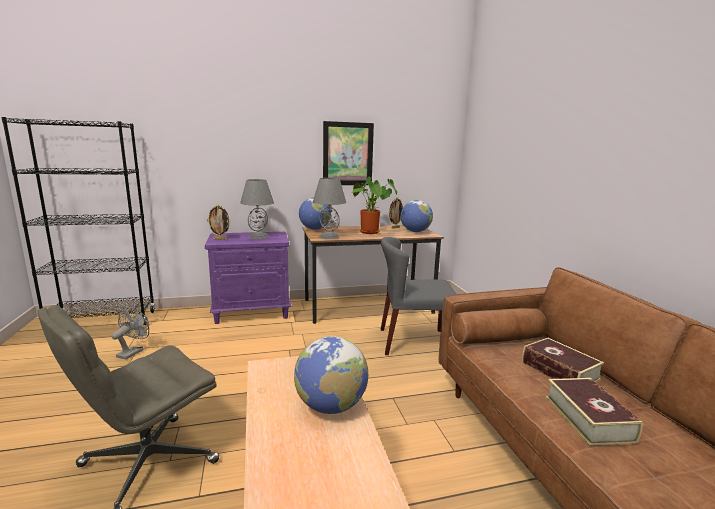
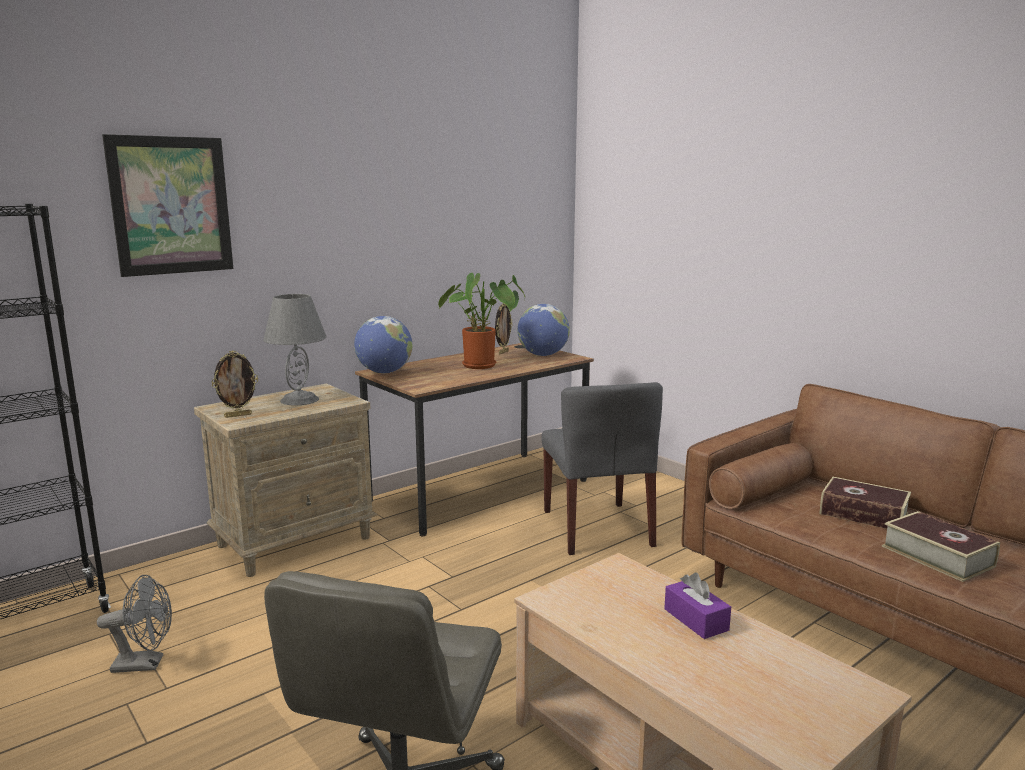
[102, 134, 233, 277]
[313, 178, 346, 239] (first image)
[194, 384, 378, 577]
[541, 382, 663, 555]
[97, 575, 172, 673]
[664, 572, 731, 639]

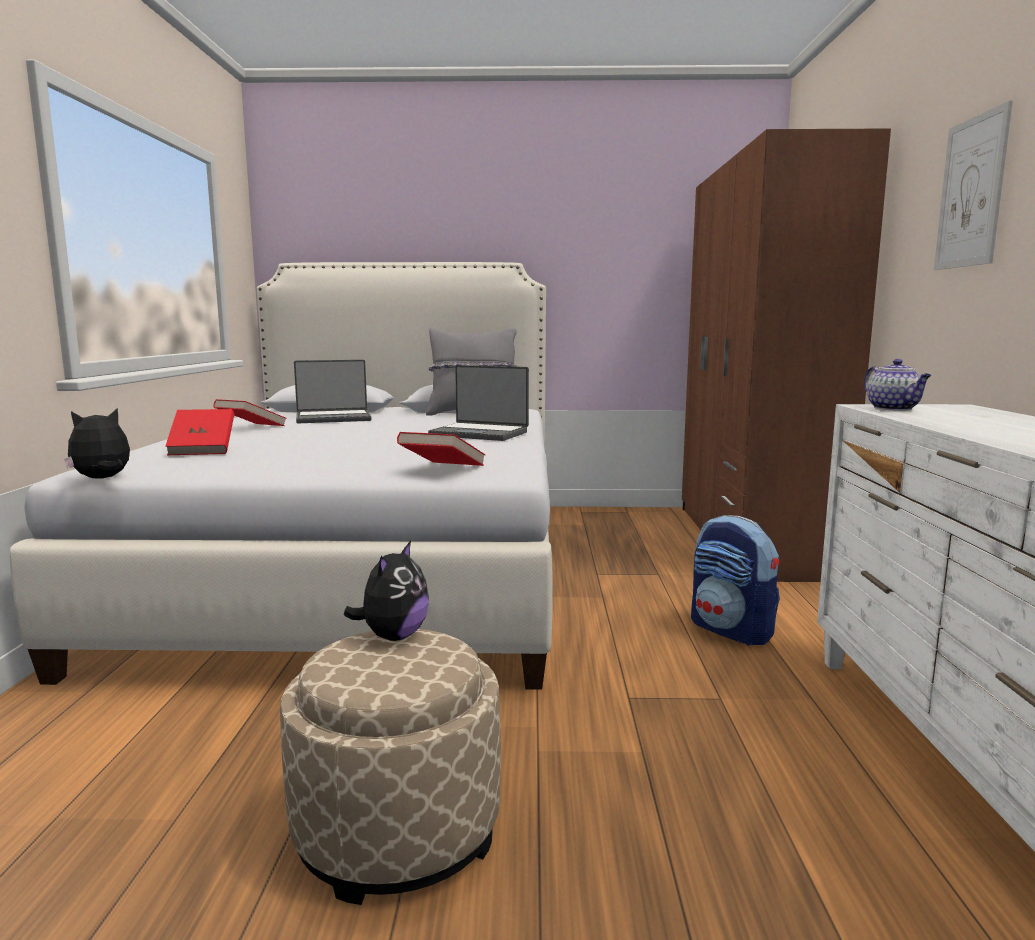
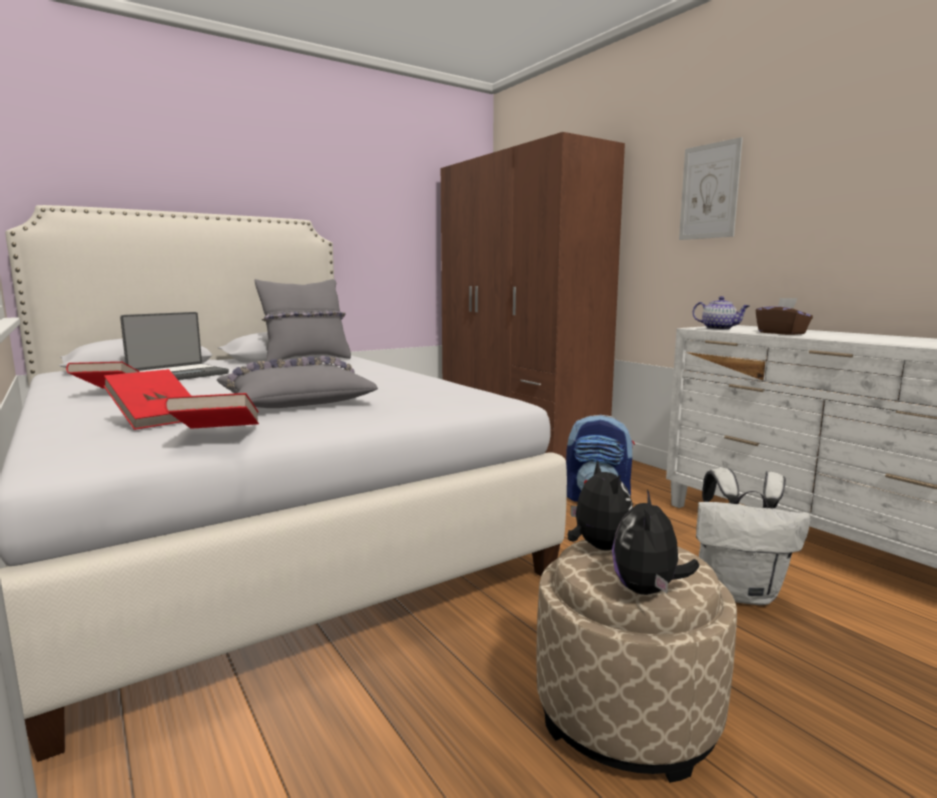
[428, 365, 529, 441] (first image)
[612, 489, 699, 595]
[164, 393, 259, 429]
[756, 298, 813, 335]
[217, 356, 378, 408]
[696, 468, 811, 605]

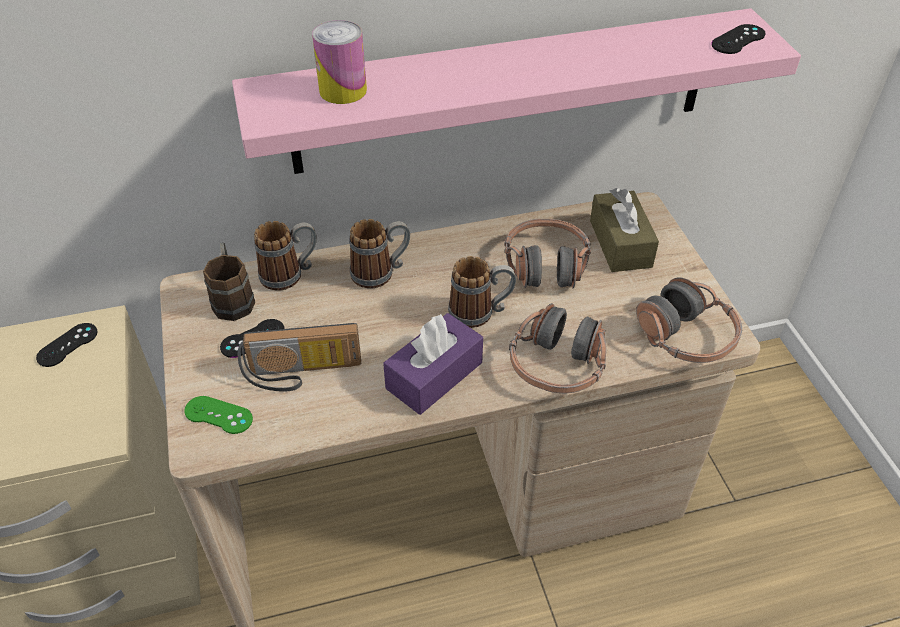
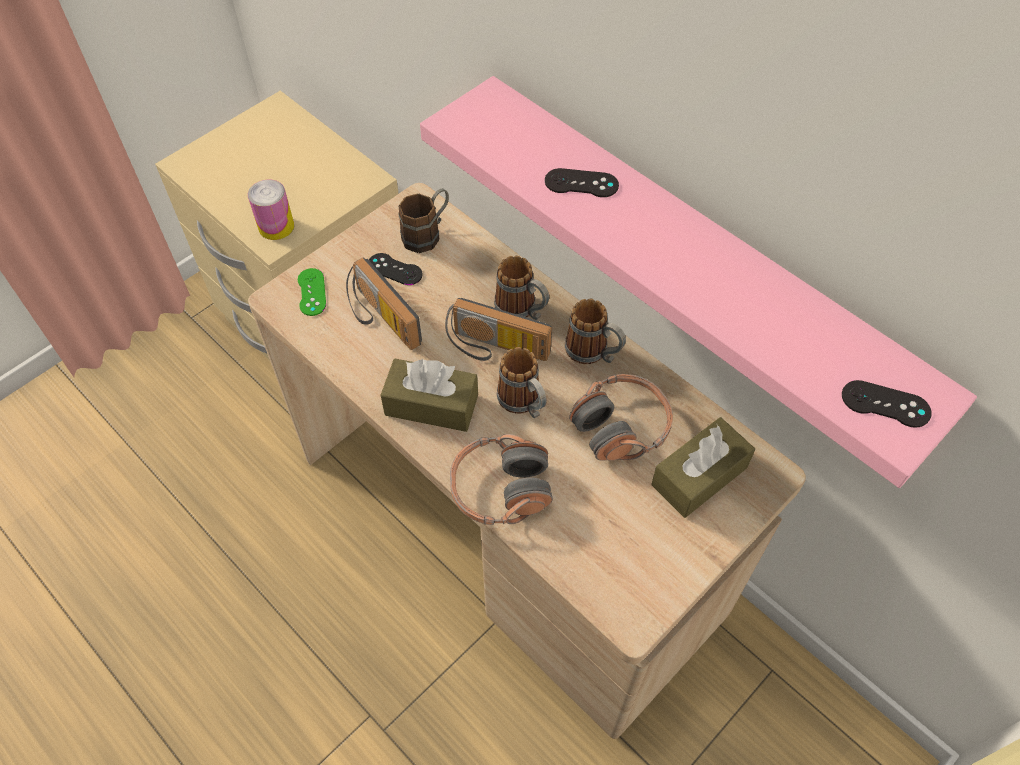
[248, 180, 294, 240]
[565, 298, 626, 364]
[636, 277, 742, 363] (first image)
[381, 359, 478, 432]
[545, 168, 619, 197]
[445, 298, 552, 361]

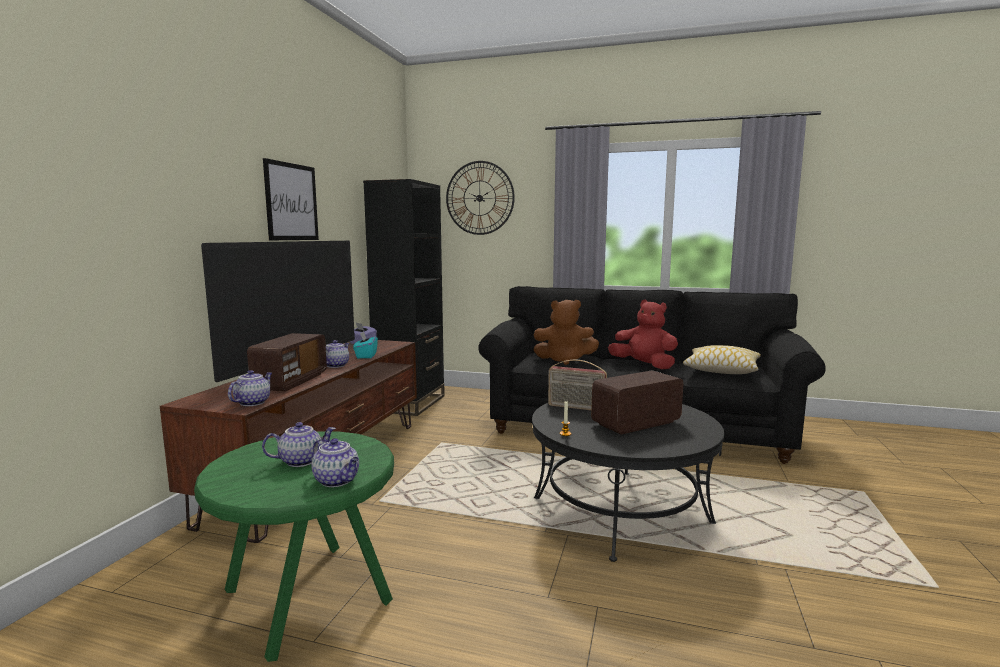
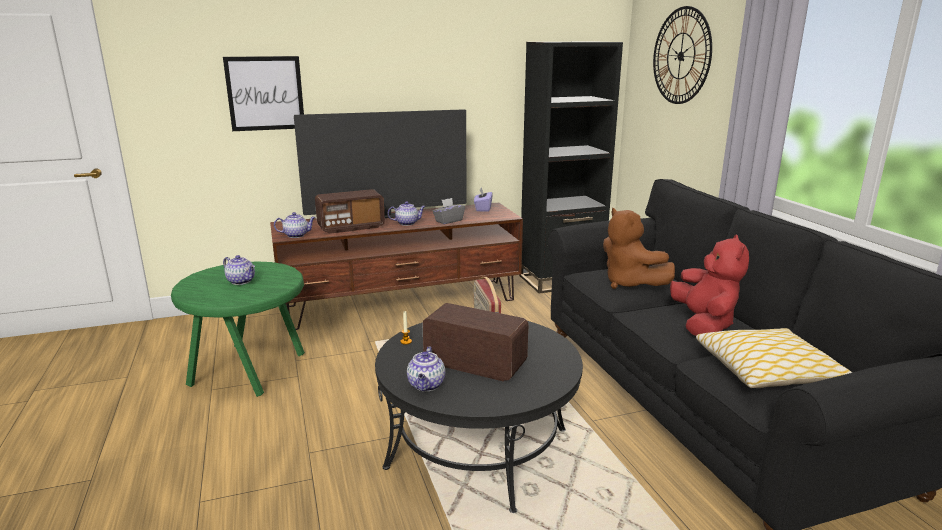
[223, 56, 304, 131]
[433, 198, 465, 224]
[407, 347, 446, 391]

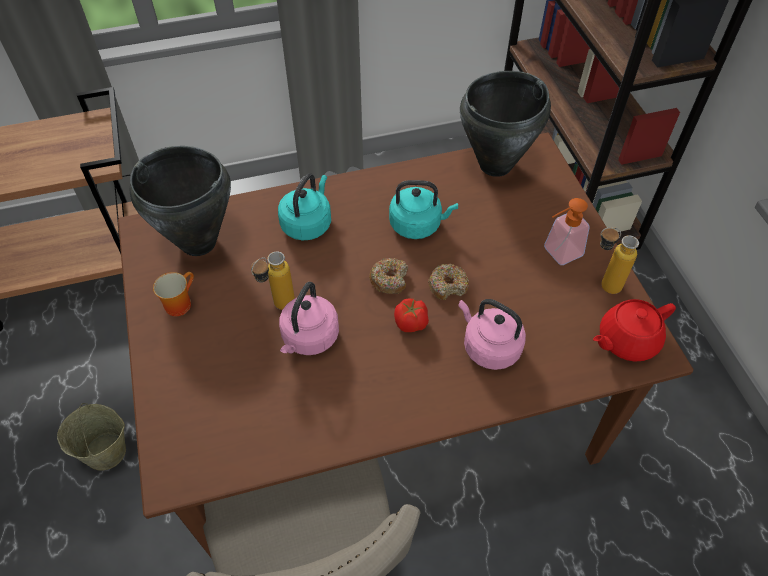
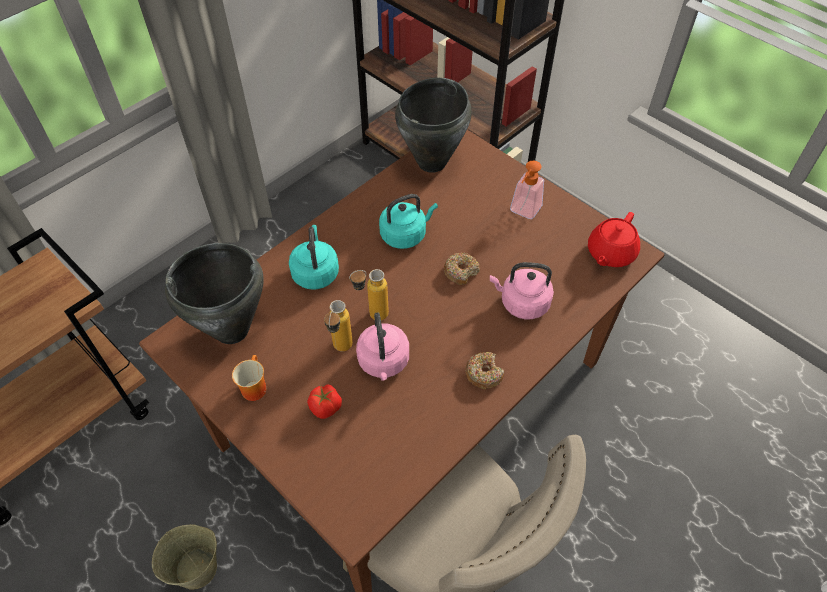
[349, 269, 389, 321]
[465, 352, 504, 389]
[307, 384, 342, 419]

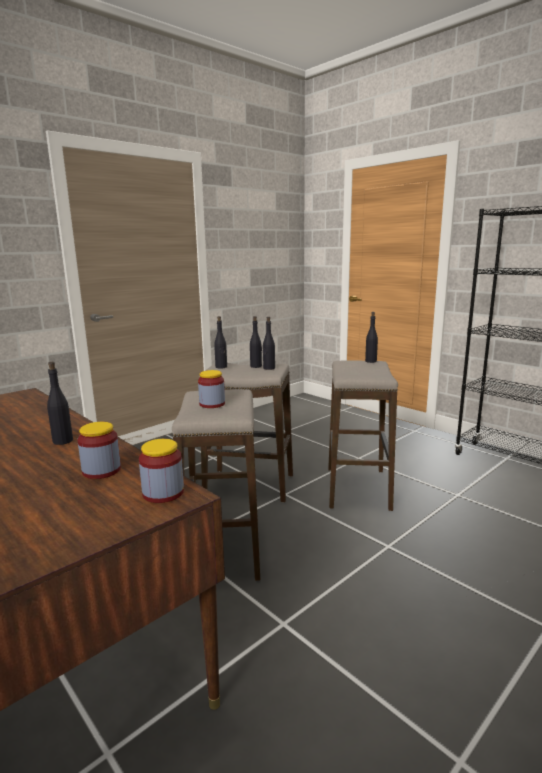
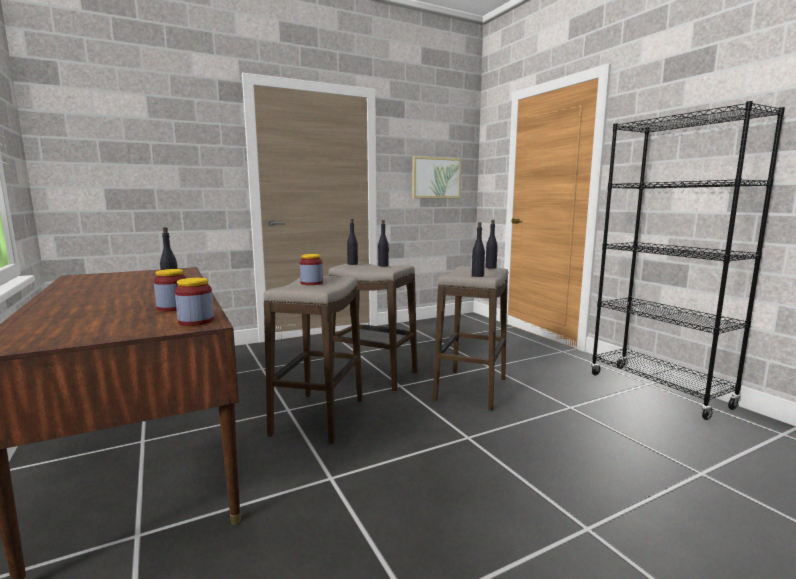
[472, 222, 485, 277]
[412, 156, 461, 198]

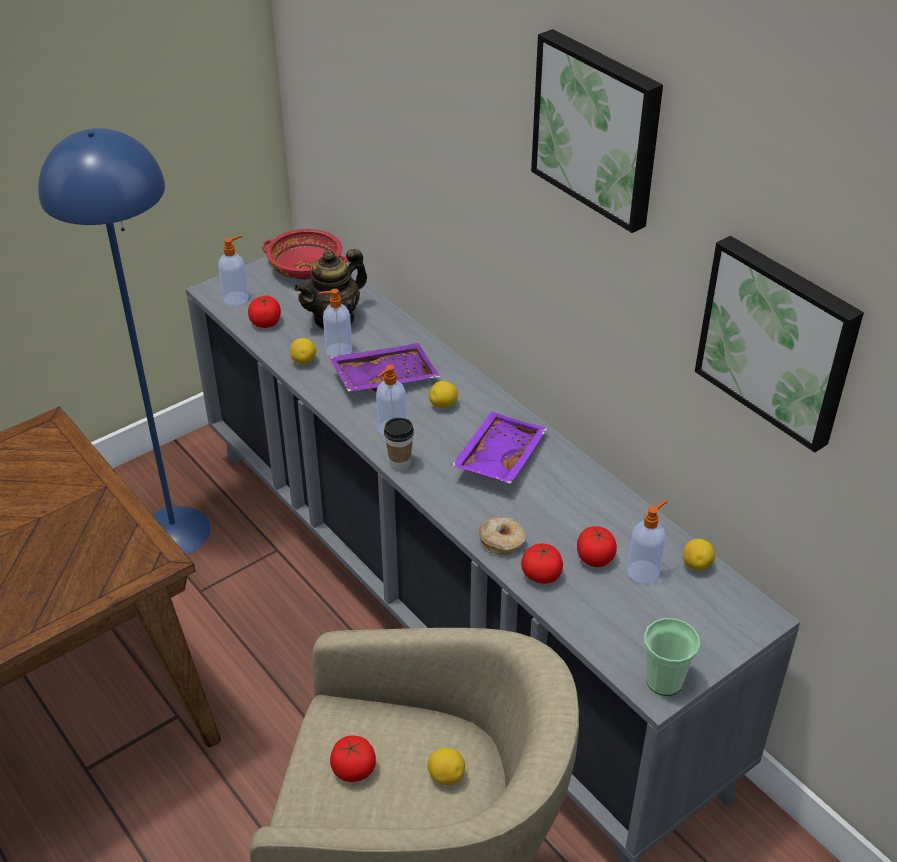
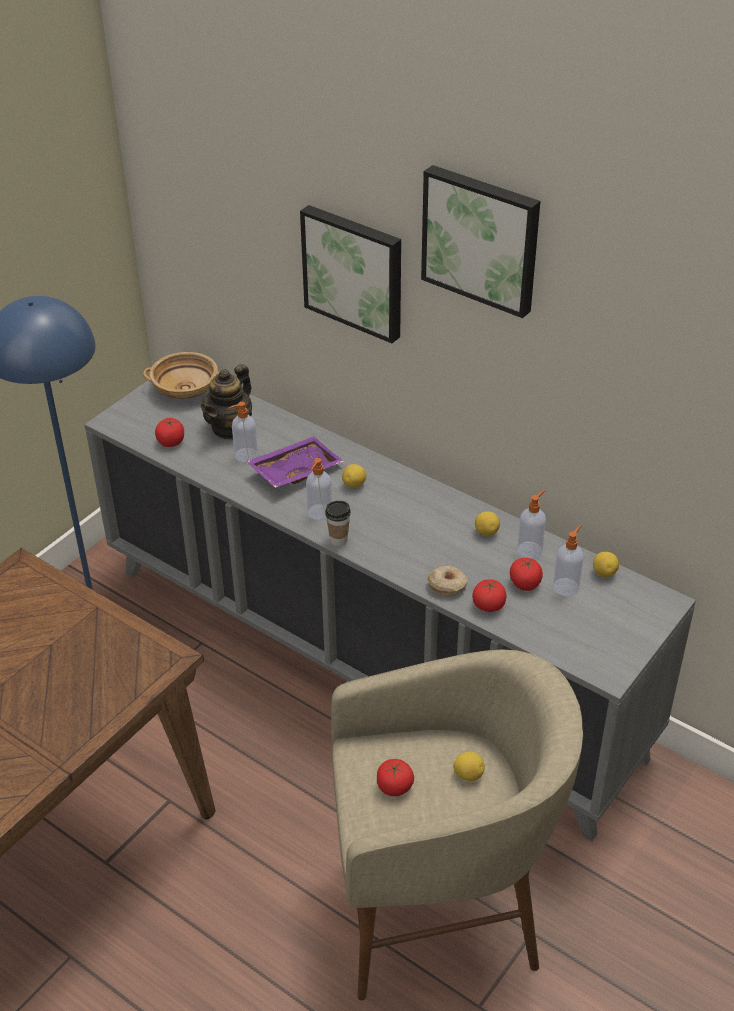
[143, 352, 219, 399]
[517, 490, 546, 559]
[300, 205, 401, 343]
[475, 511, 500, 536]
[452, 411, 547, 484] (first image)
[644, 618, 700, 696] (first image)

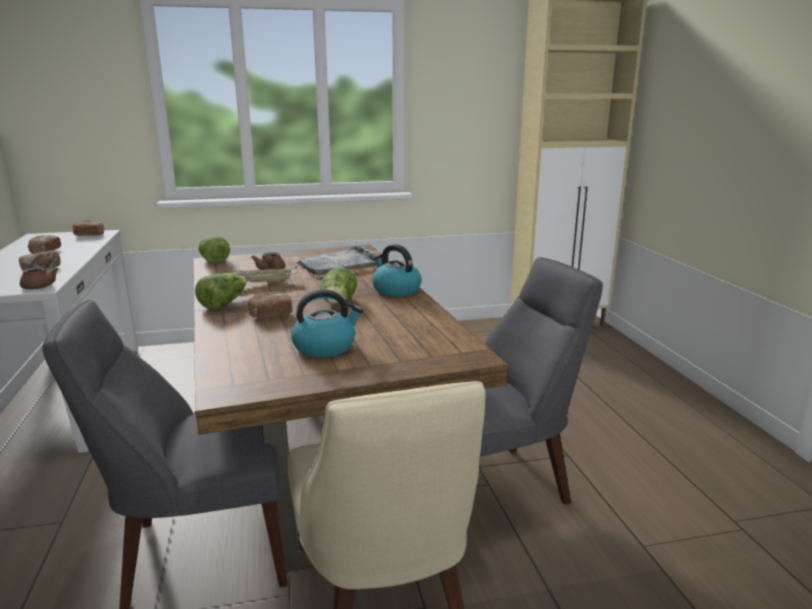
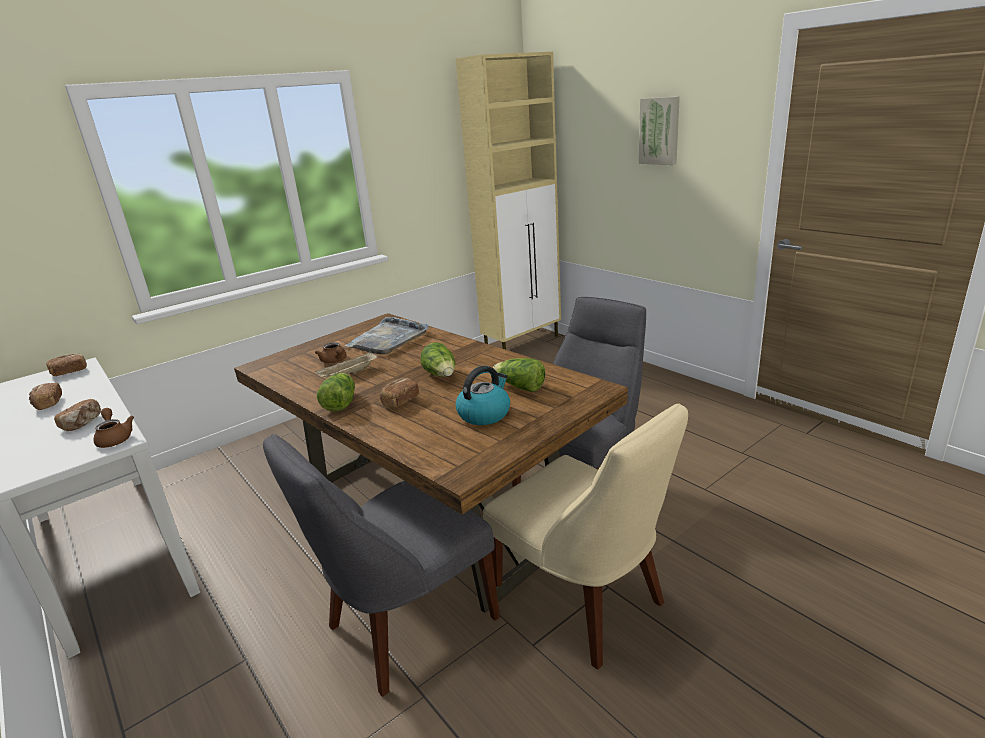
[493, 358, 545, 392]
[372, 244, 422, 297] (first image)
[639, 96, 680, 165]

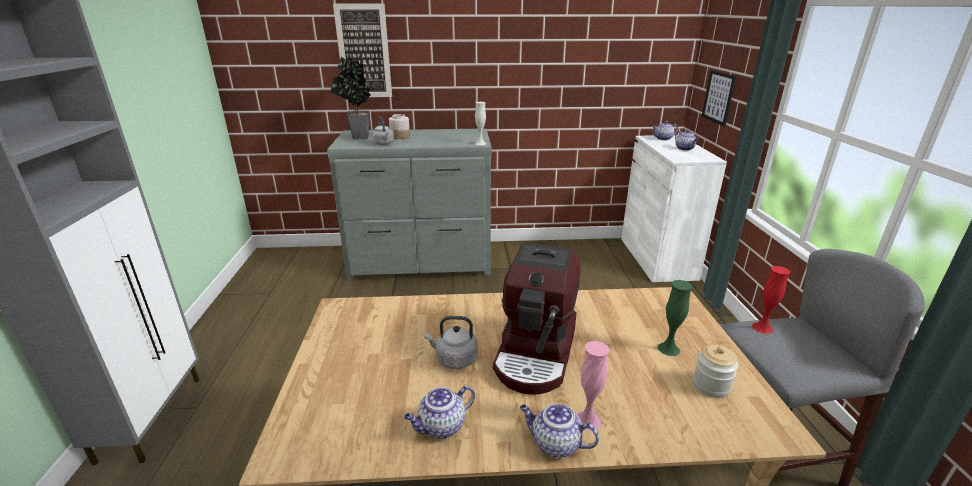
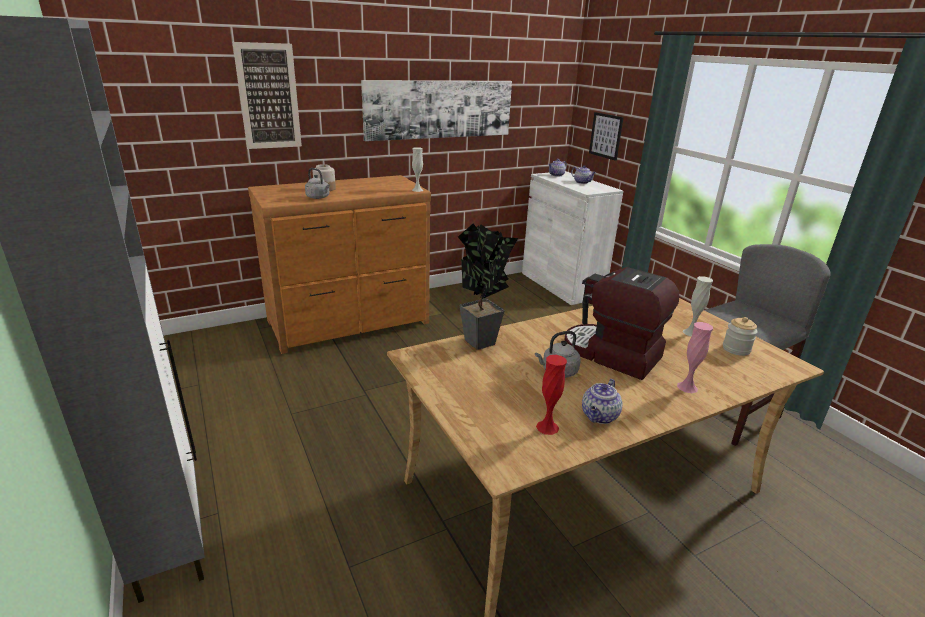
[458, 224, 518, 350]
[248, 175, 431, 354]
[564, 267, 679, 380]
[536, 355, 567, 435]
[683, 276, 713, 336]
[520, 403, 599, 458] (first image)
[361, 80, 512, 141]

